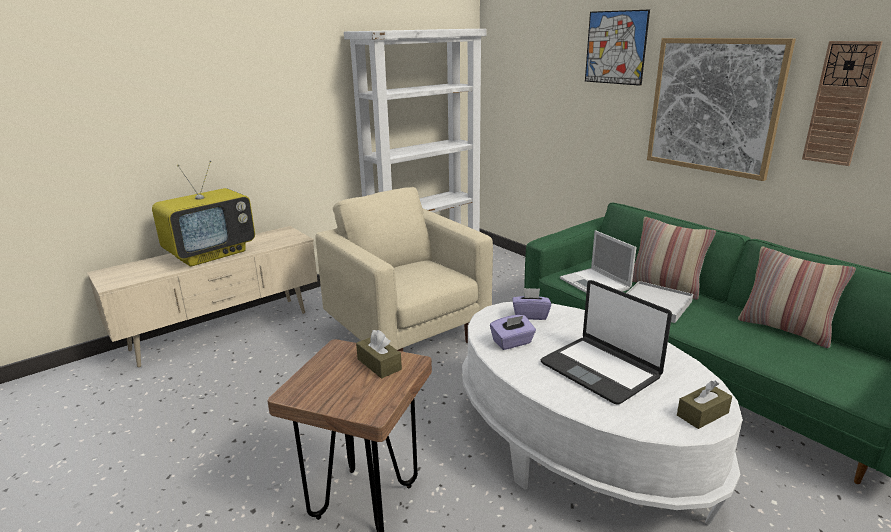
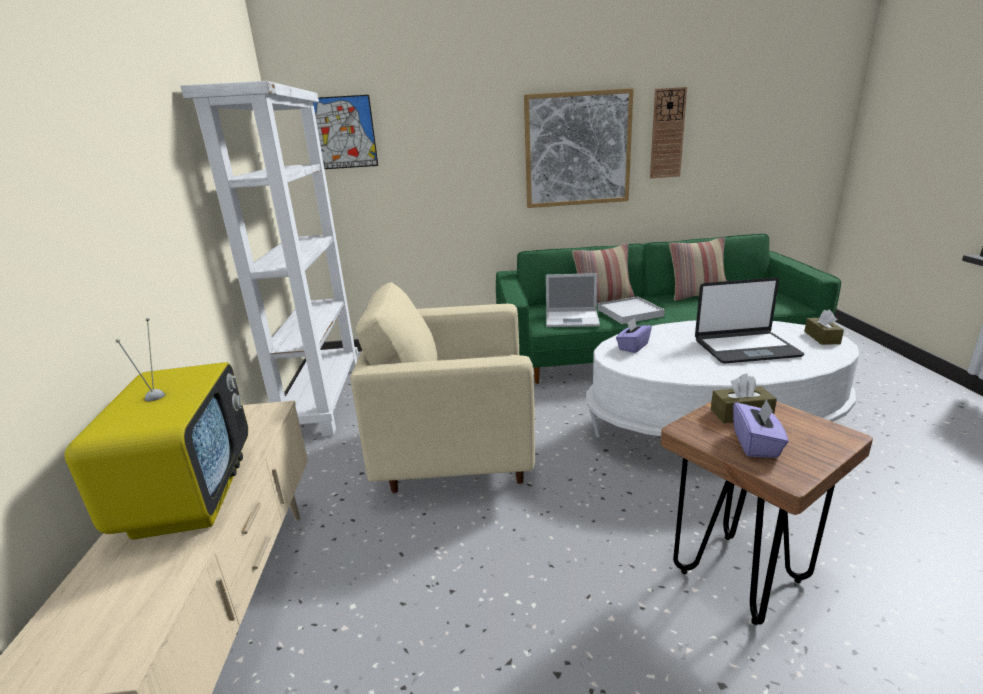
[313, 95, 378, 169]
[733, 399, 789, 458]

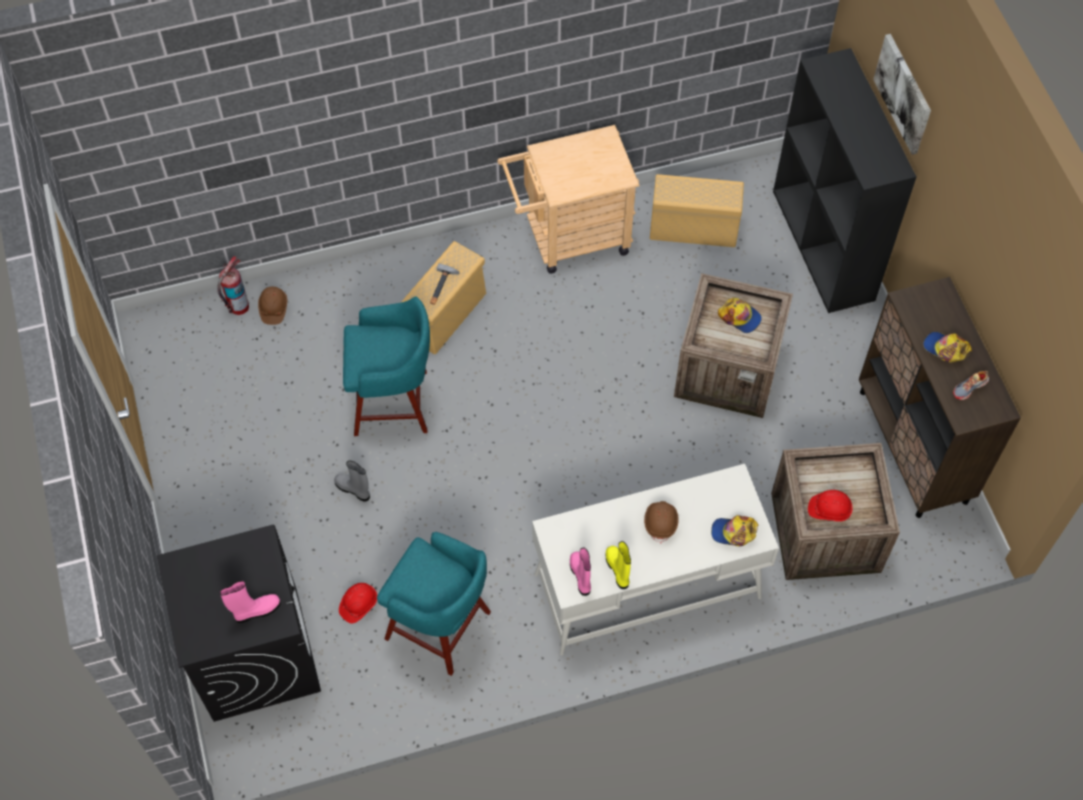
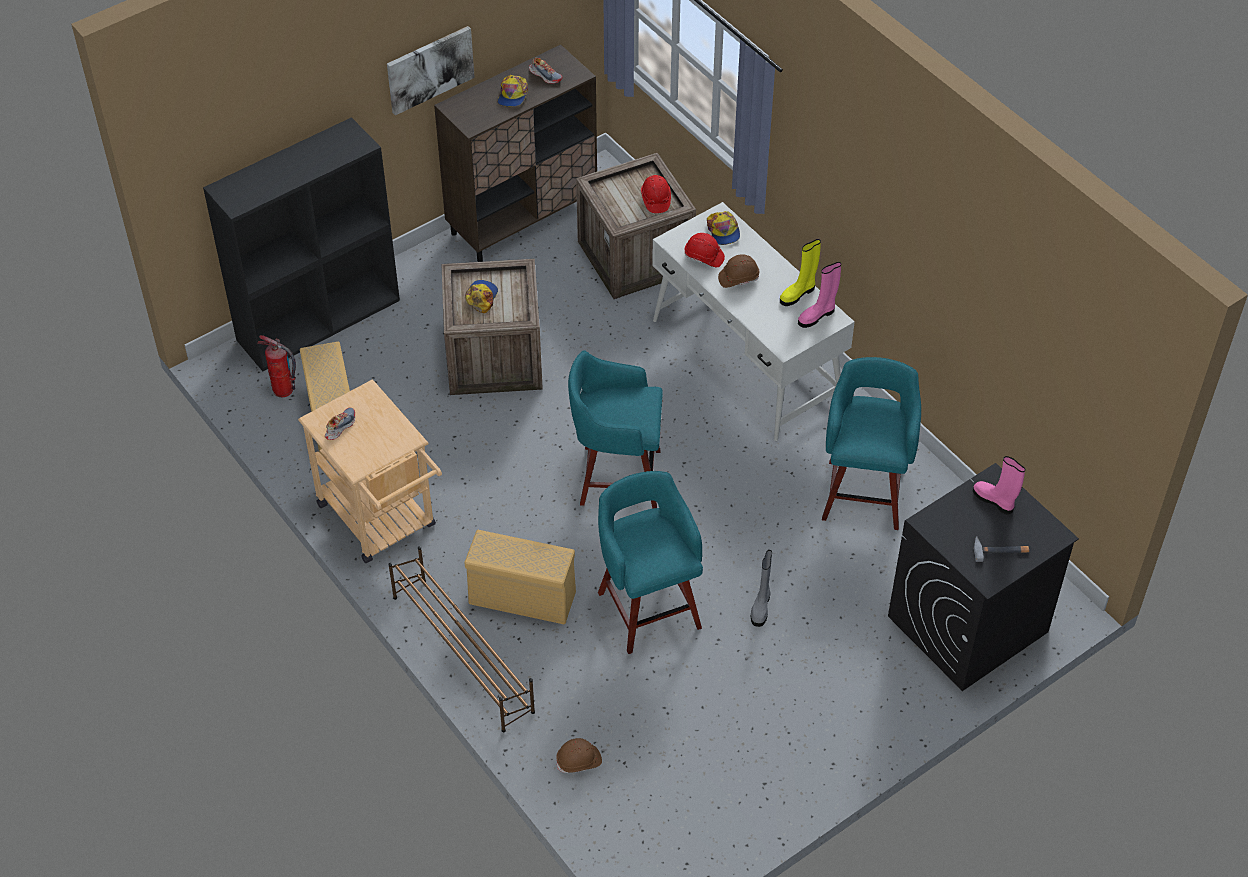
[387, 26, 475, 115]
[257, 335, 296, 398]
[974, 536, 1029, 562]
[684, 233, 725, 267]
[568, 350, 663, 509]
[325, 407, 355, 440]
[388, 546, 535, 732]

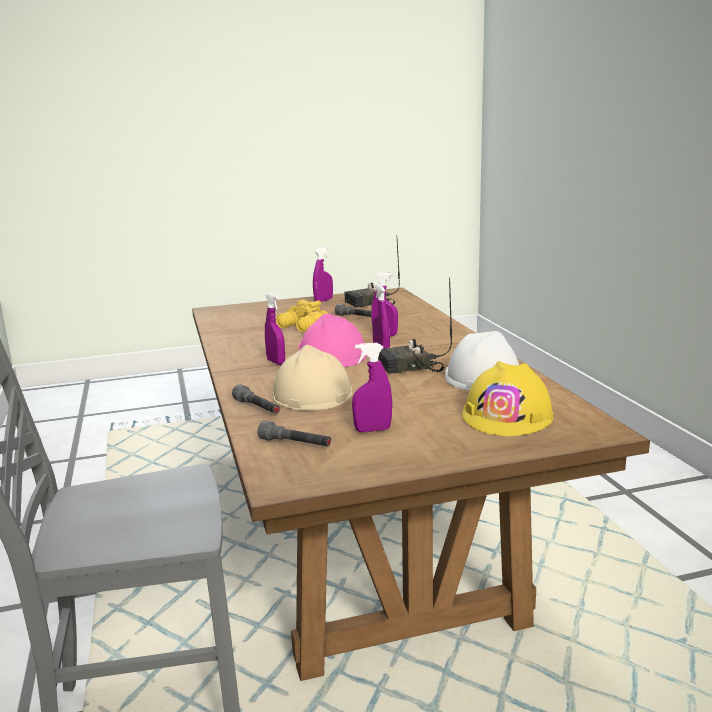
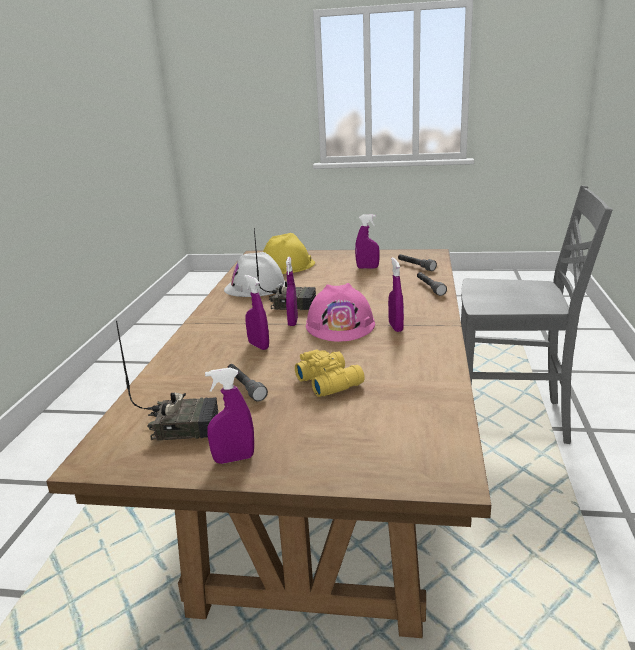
[271, 345, 353, 411] (first image)

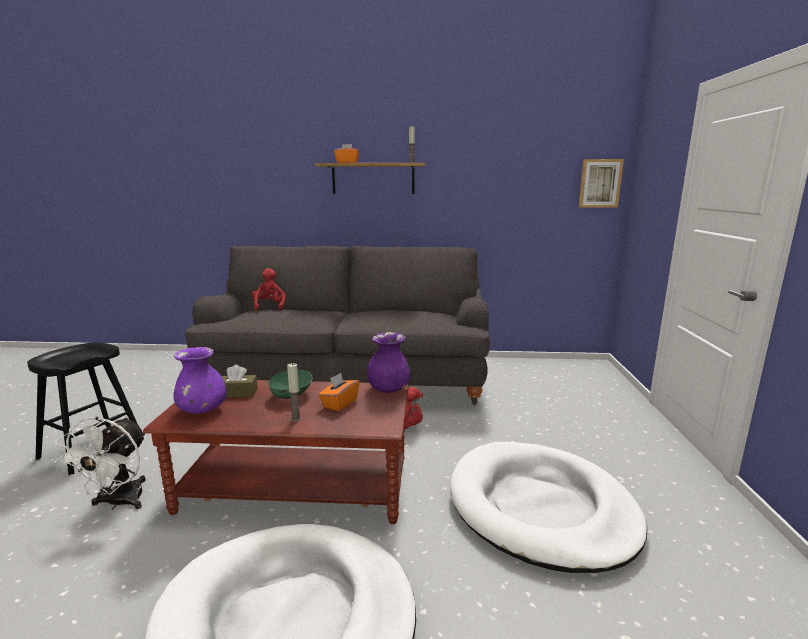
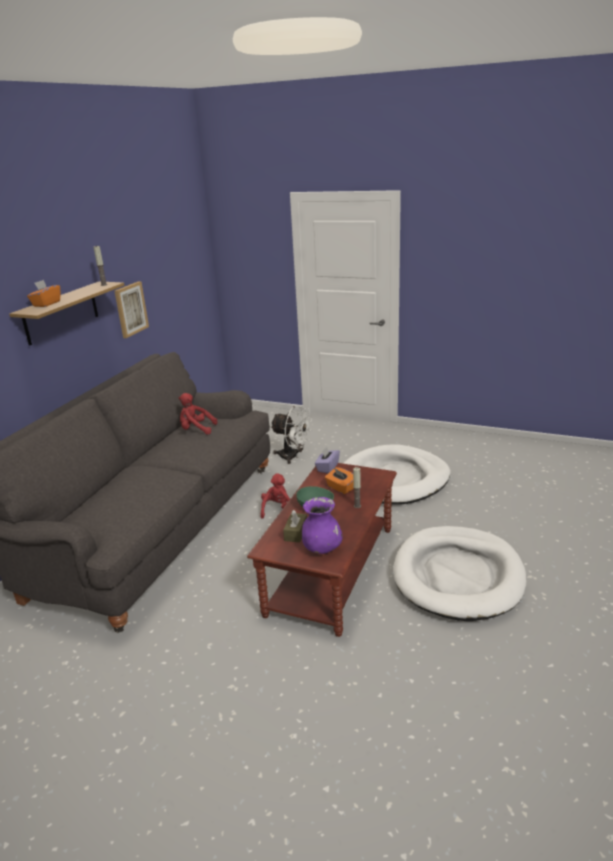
[114, 281, 149, 338]
[178, 393, 217, 435]
[315, 447, 340, 473]
[27, 342, 144, 476] (first image)
[270, 405, 312, 464]

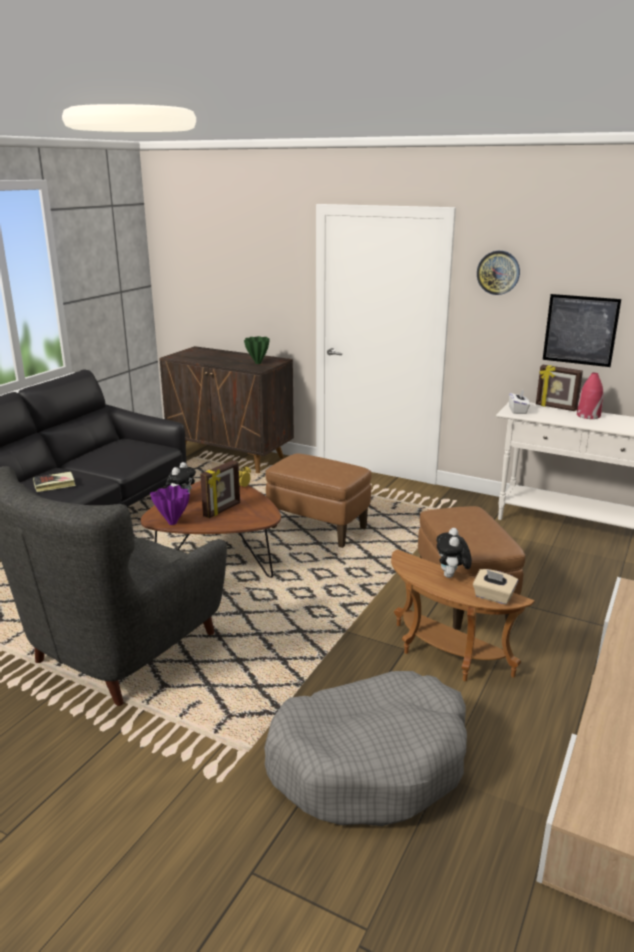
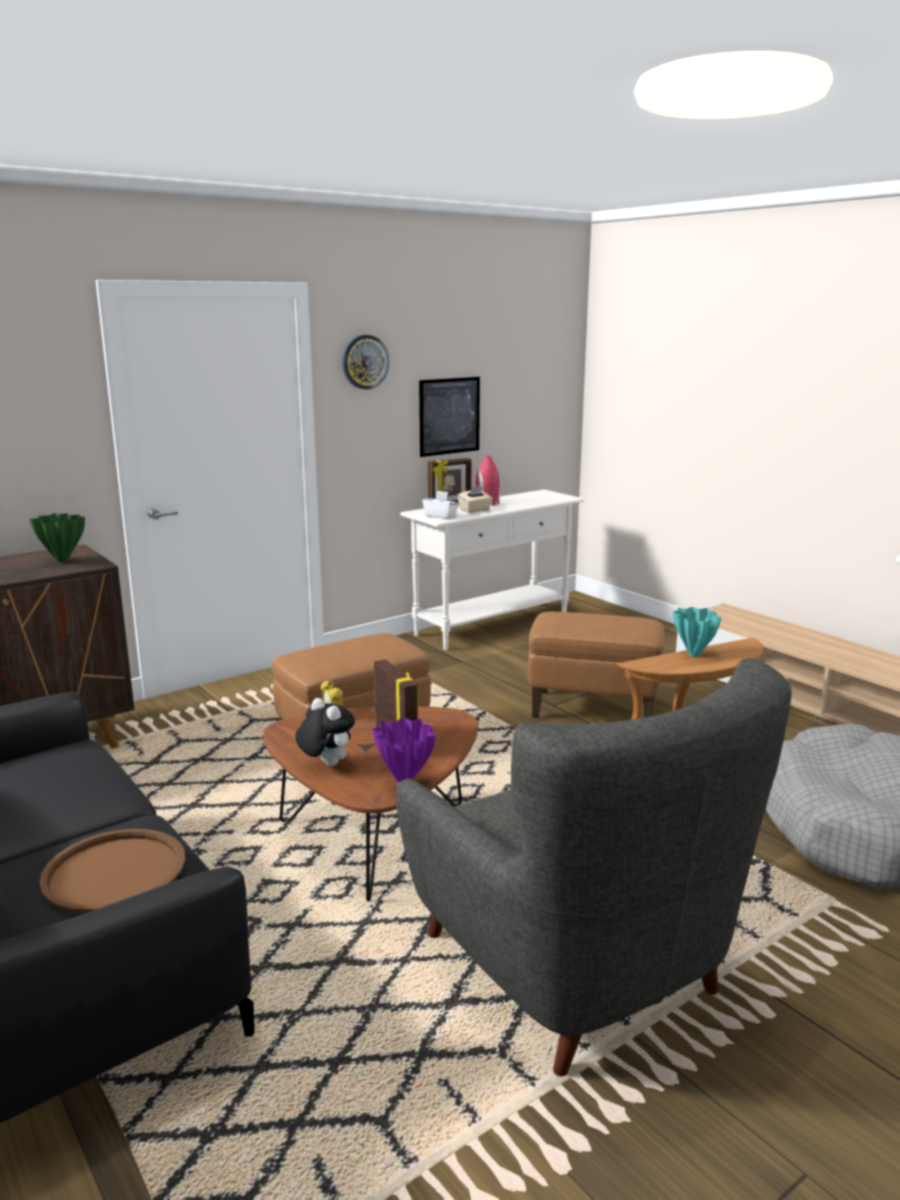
[39, 829, 185, 913]
[673, 607, 721, 657]
[457, 486, 493, 513]

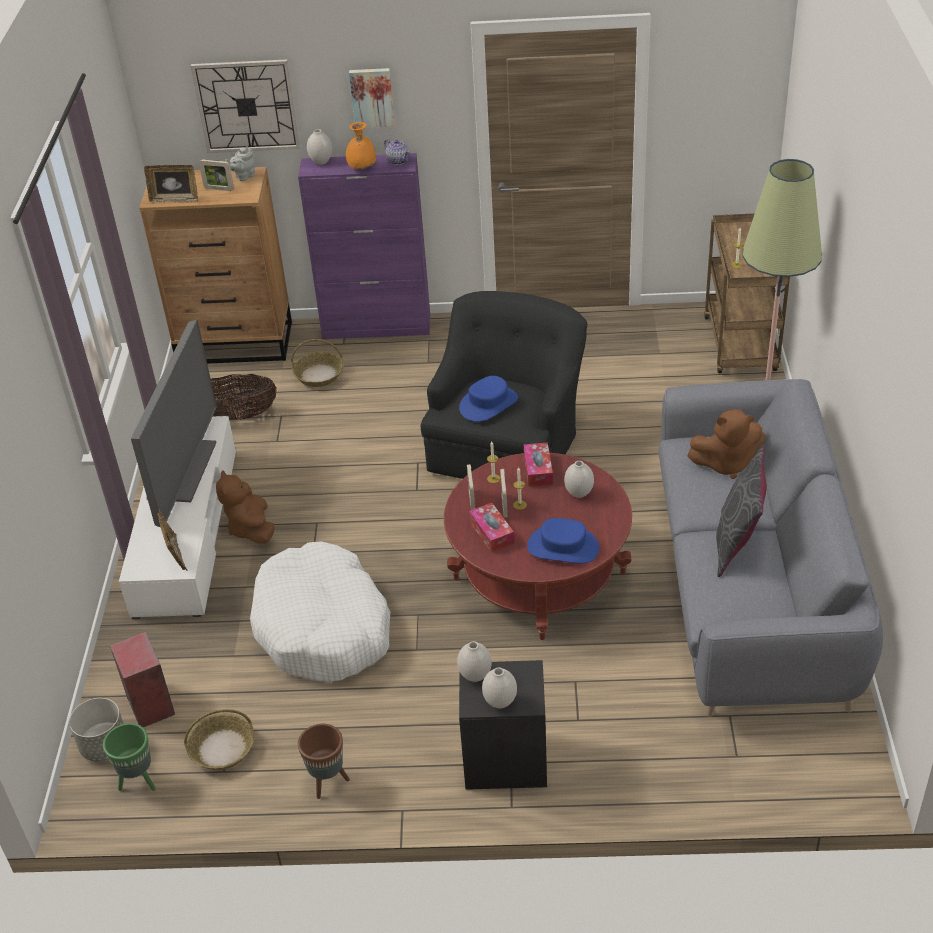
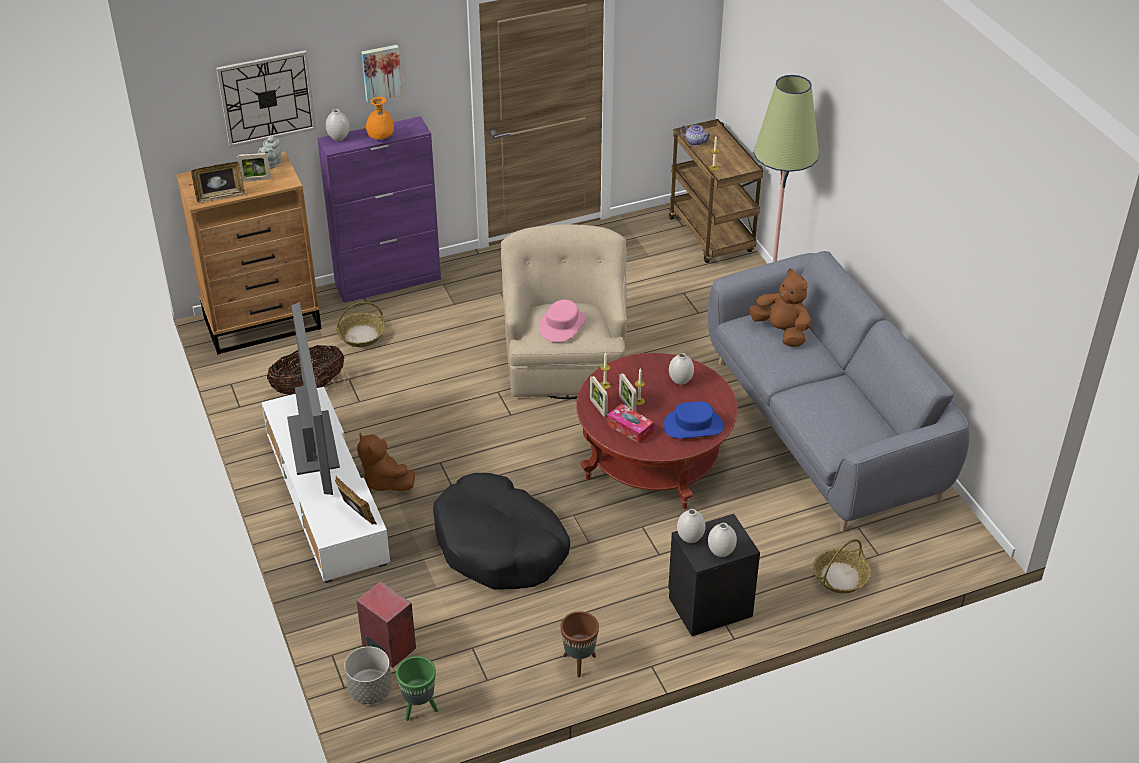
[680, 125, 712, 146]
[501, 224, 627, 399]
[539, 300, 586, 342]
[749, 268, 811, 347]
[524, 442, 553, 487] (first image)
[716, 445, 767, 577] (first image)
[433, 473, 570, 590]
[813, 539, 871, 594]

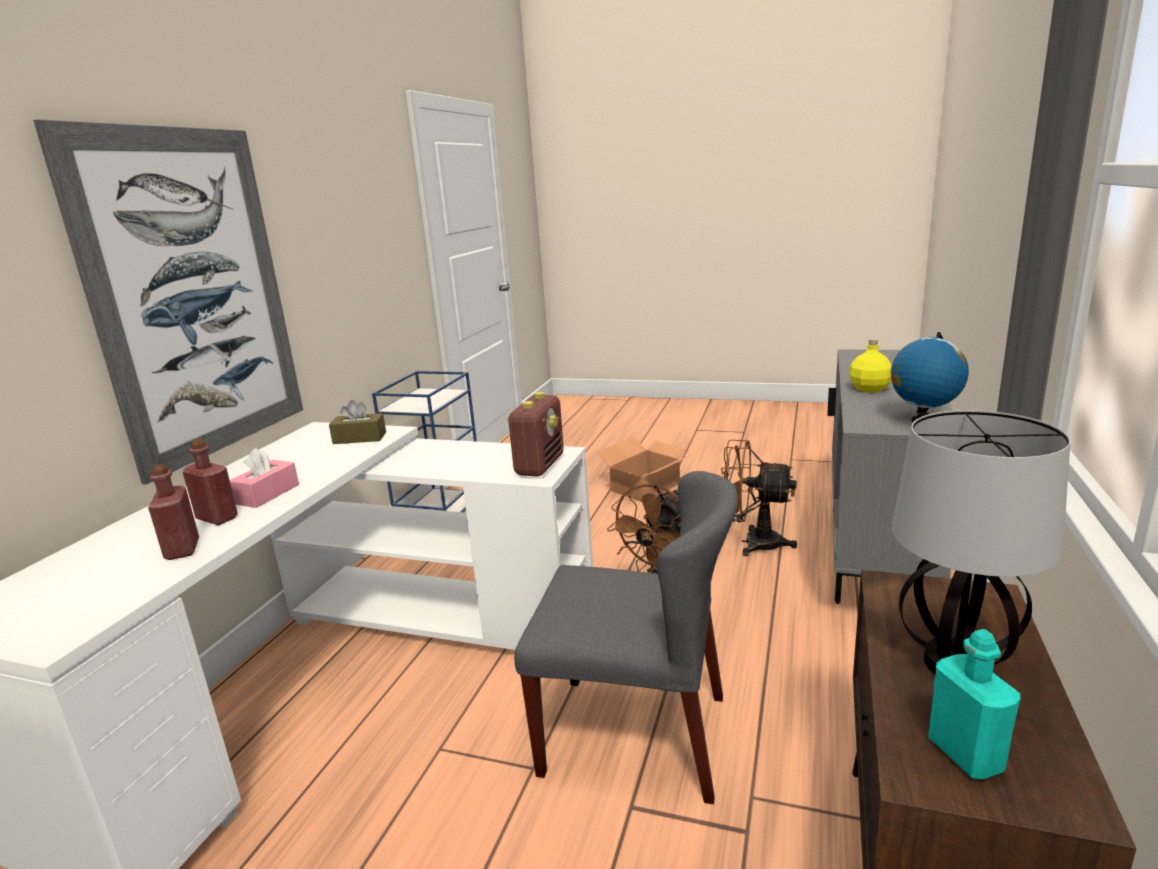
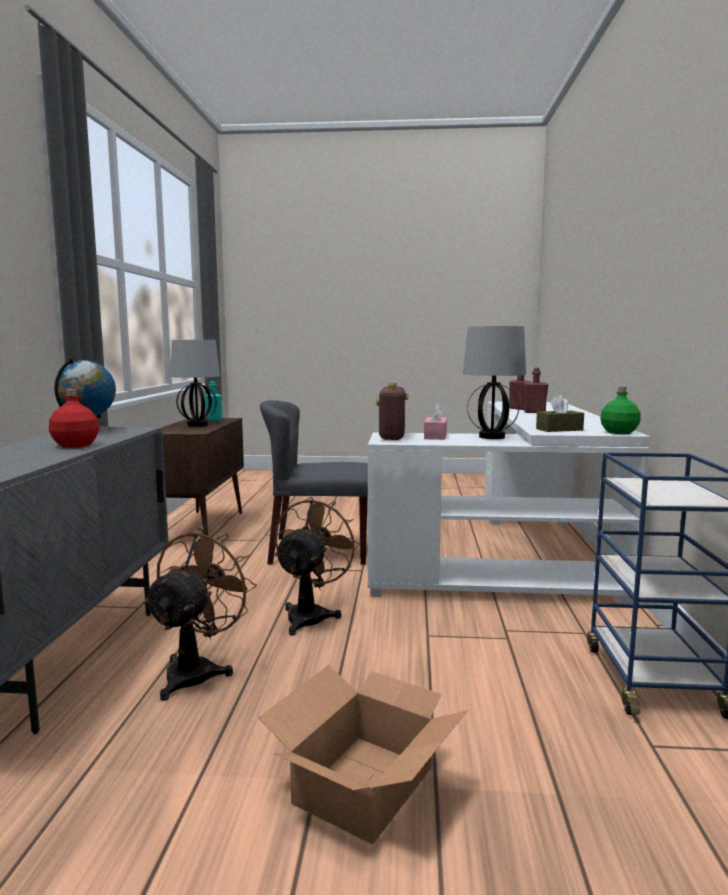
[33, 120, 303, 485] (first image)
[49, 389, 99, 448]
[143, 528, 257, 701]
[424, 404, 447, 440]
[463, 326, 526, 439]
[600, 387, 641, 434]

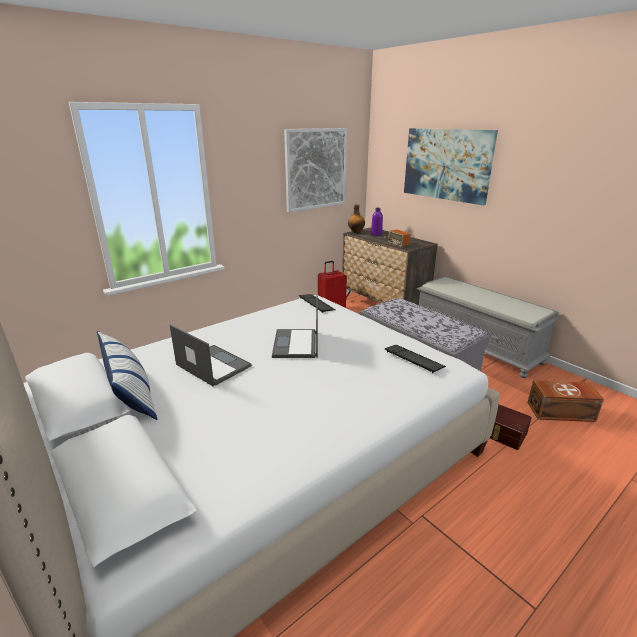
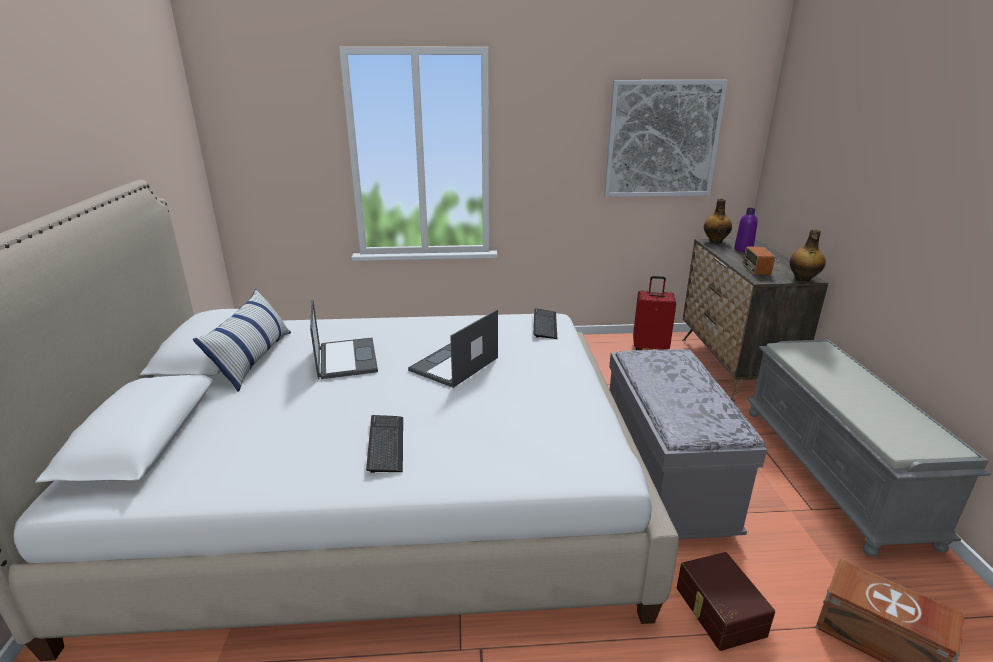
[404, 128, 498, 205] (first image)
[366, 415, 403, 473]
[790, 229, 826, 282]

